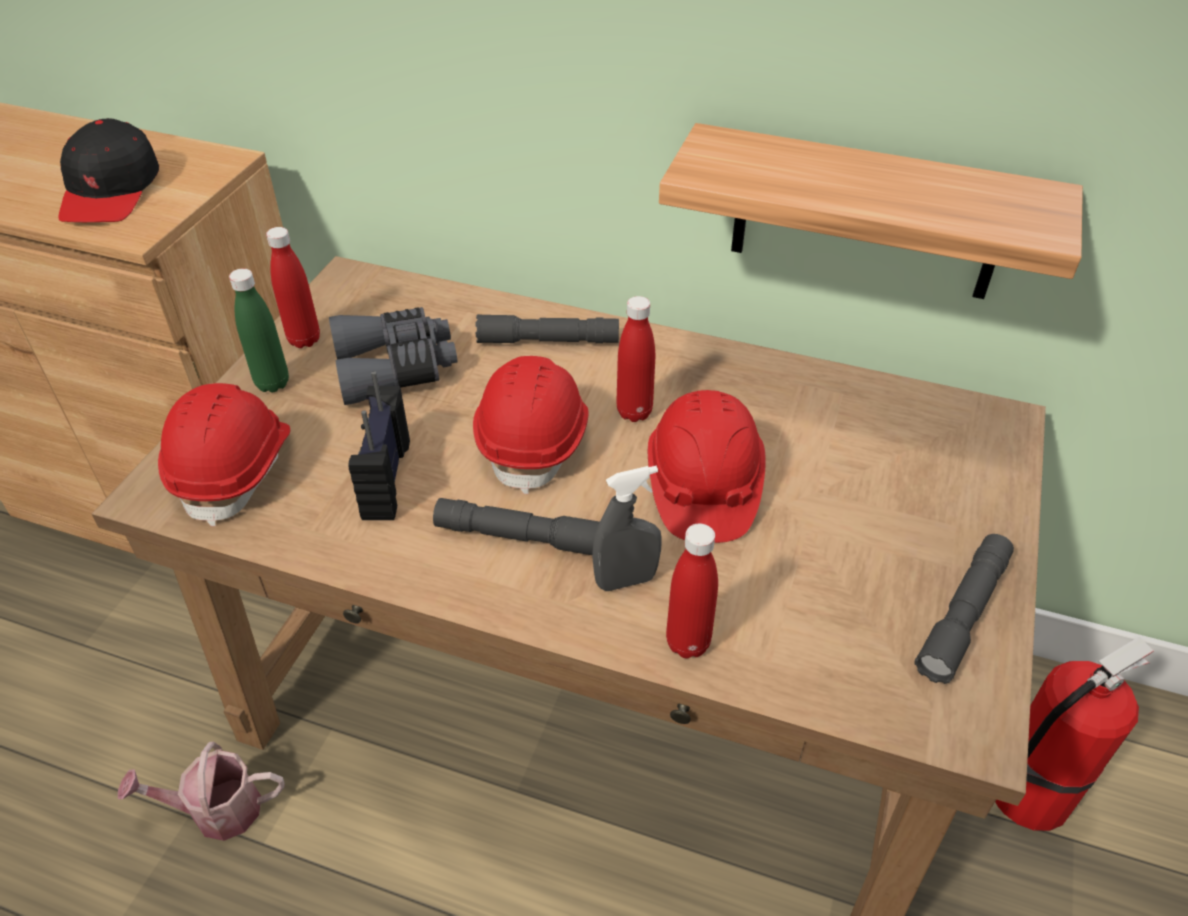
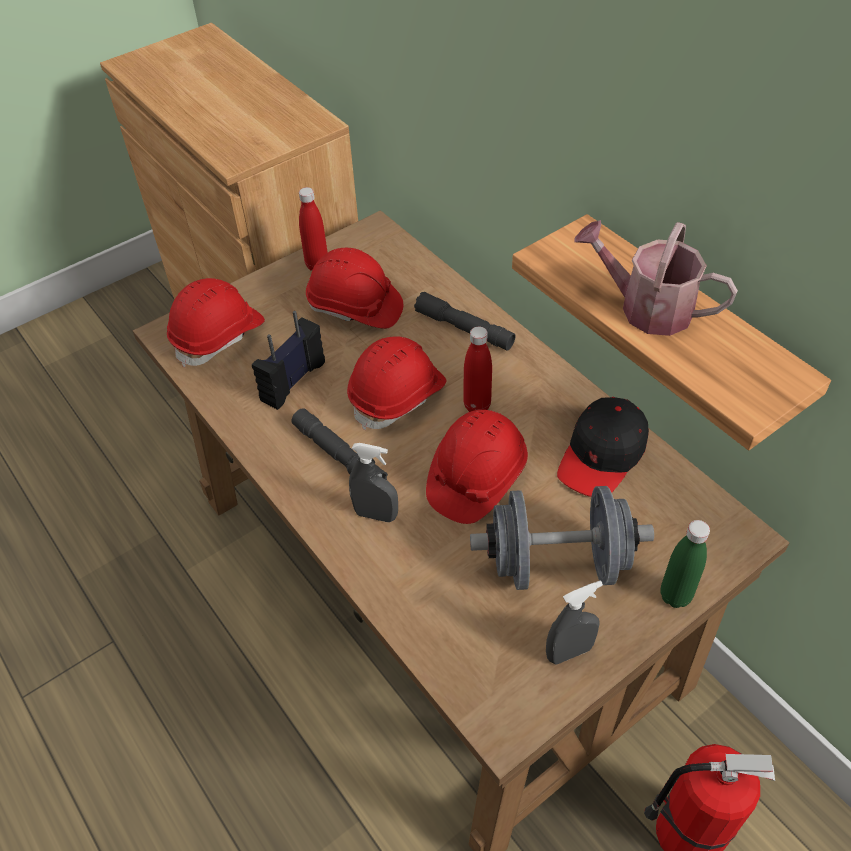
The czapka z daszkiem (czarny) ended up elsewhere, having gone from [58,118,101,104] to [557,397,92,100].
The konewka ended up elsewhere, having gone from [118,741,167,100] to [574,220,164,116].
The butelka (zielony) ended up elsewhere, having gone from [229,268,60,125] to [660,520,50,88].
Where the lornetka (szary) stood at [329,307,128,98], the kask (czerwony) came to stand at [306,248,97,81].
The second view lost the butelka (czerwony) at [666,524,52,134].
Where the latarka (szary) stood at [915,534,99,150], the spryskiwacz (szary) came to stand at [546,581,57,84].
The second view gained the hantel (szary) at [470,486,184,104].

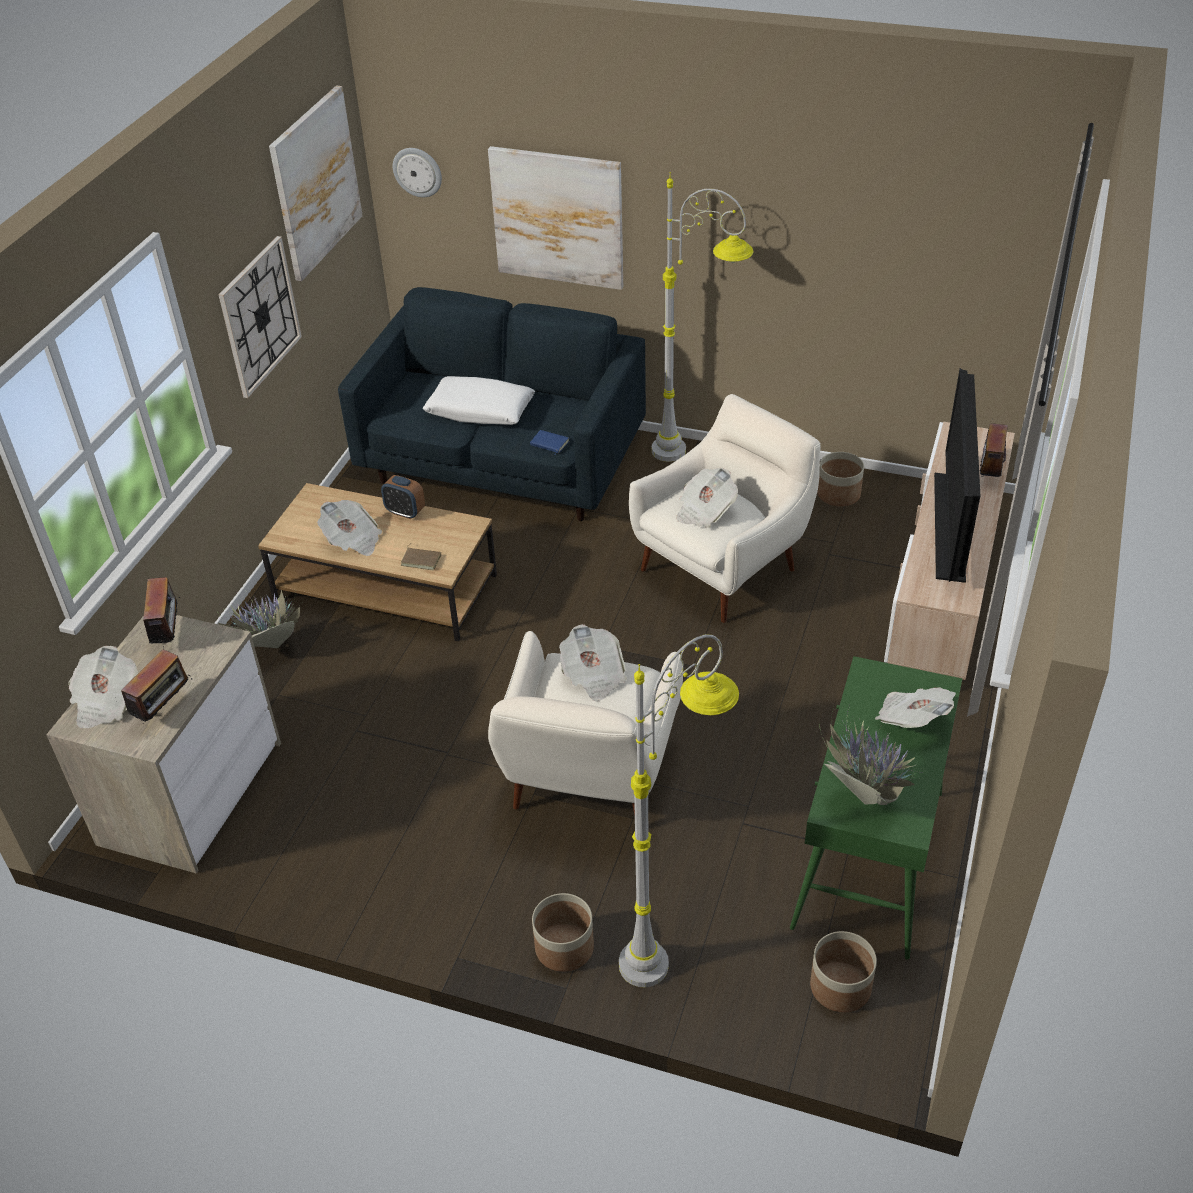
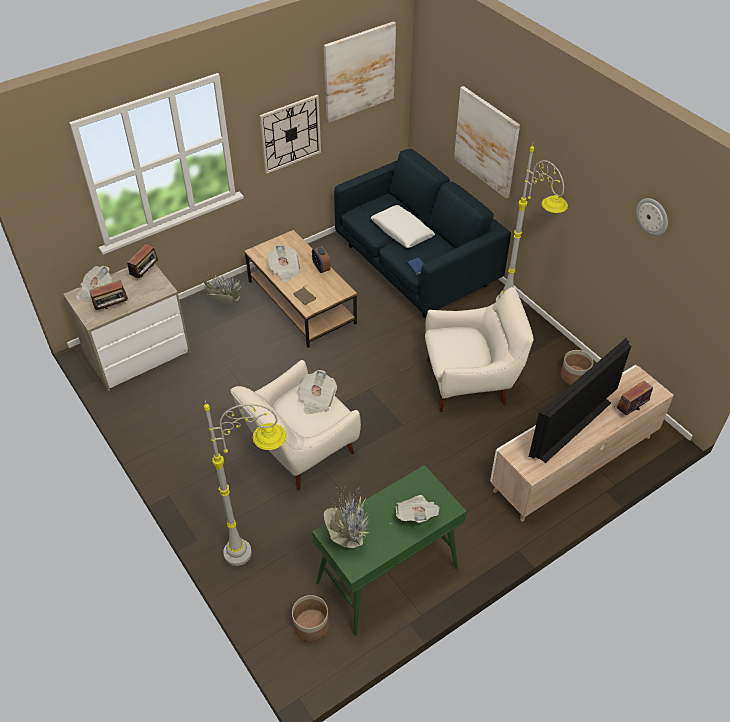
The zegar ścienny ended up elsewhere, having gone from [393,148,49,49] to [636,198,32,38].
The second view lost the donica at [532,893,62,79].
The second view lost the gazeta at [676,468,62,60].

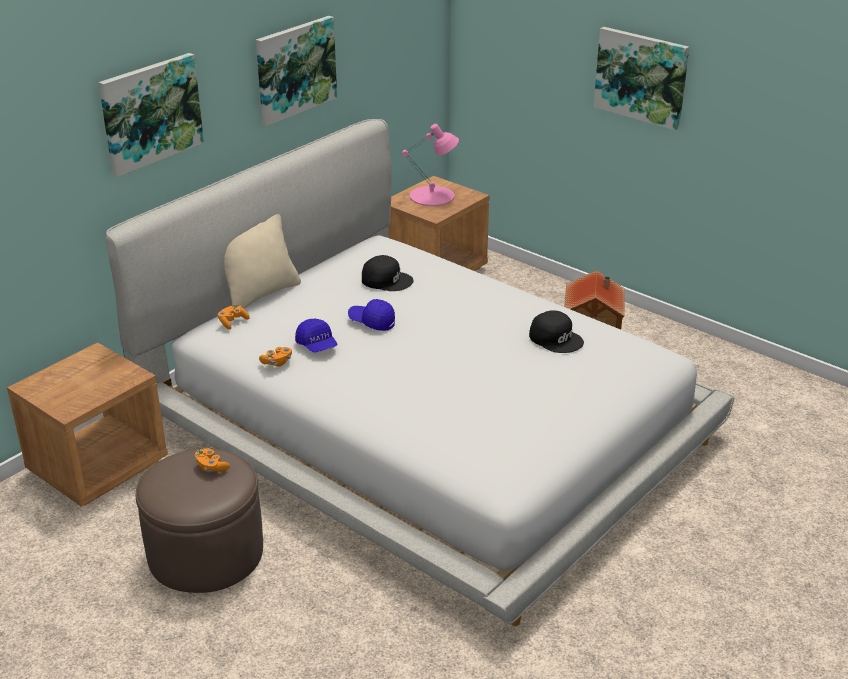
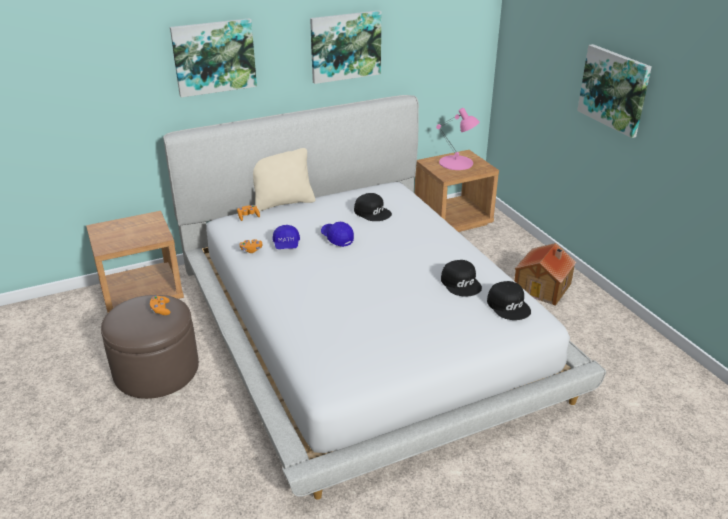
The second view gained the czapka z daszkiem (czarny) at [487,281,44,39].

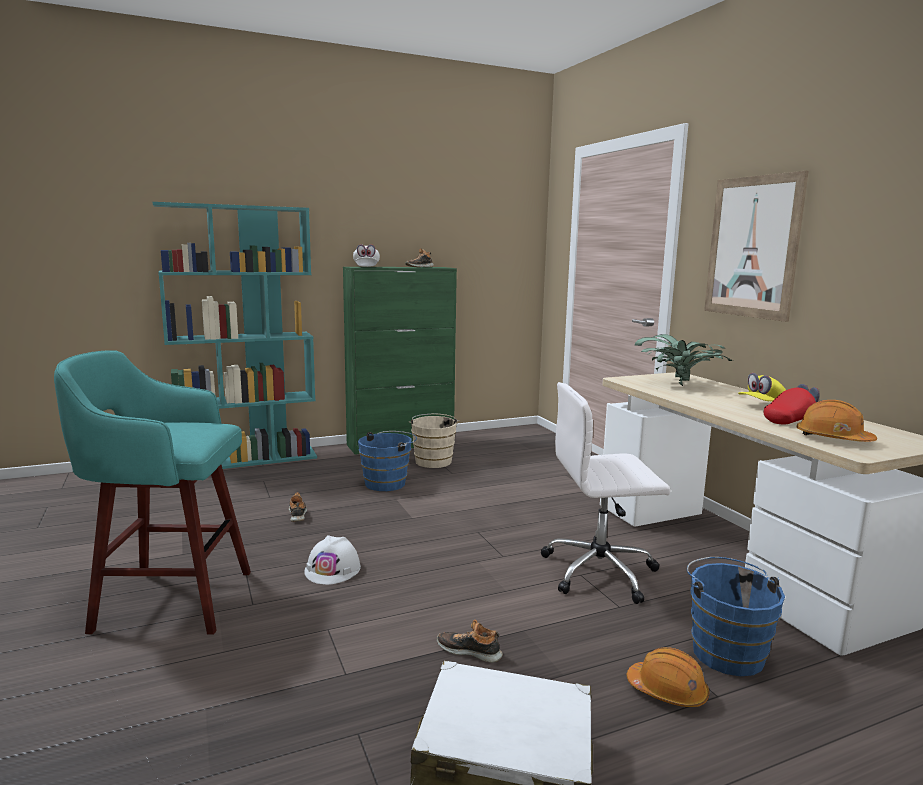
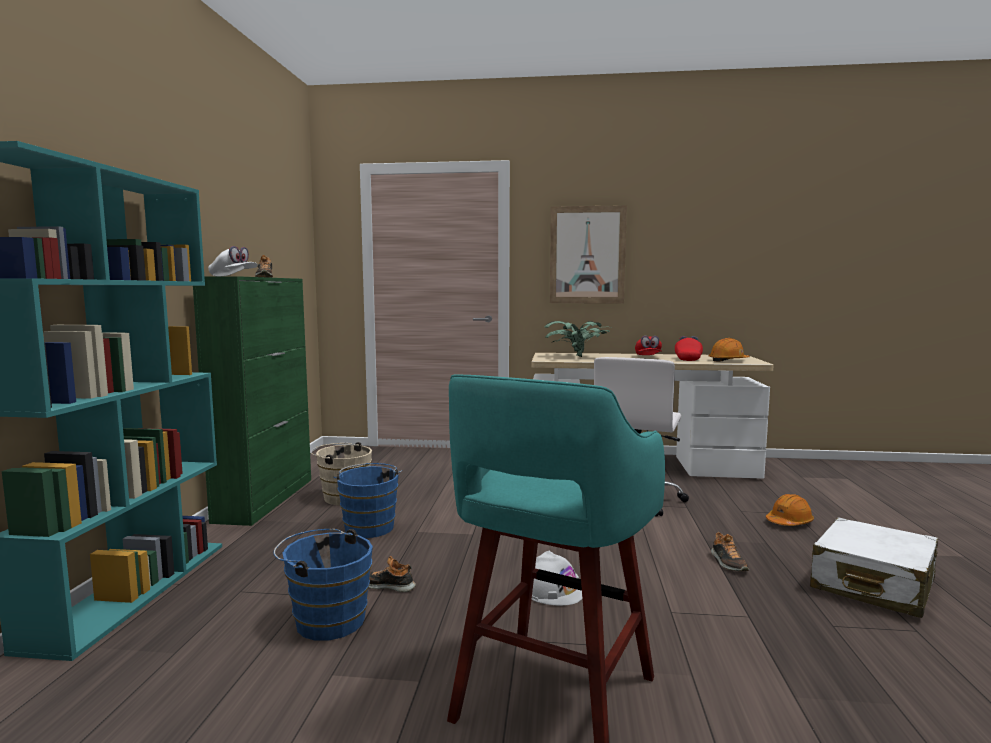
The but at [437,620,66,43] ended up facing another way, 60 degrees counterclockwise from before.
The wiadro (niebieski) ended up elsewhere, having gone from [687,557,98,119] to [273,529,100,112].
What was the czapka z daszkiem (żółty) at [738,373,48,29] turned into the czapka z daszkiem (czerwony) at [635,336,27,19].

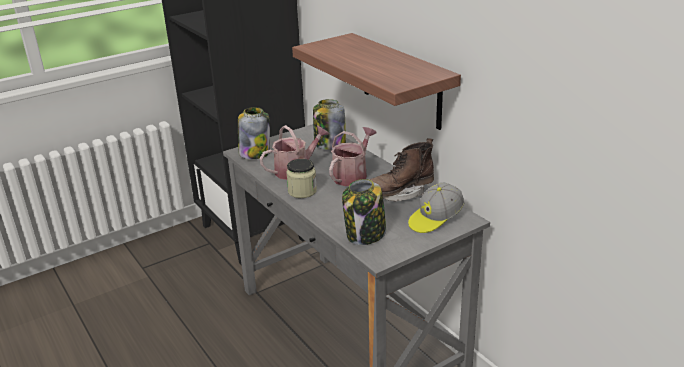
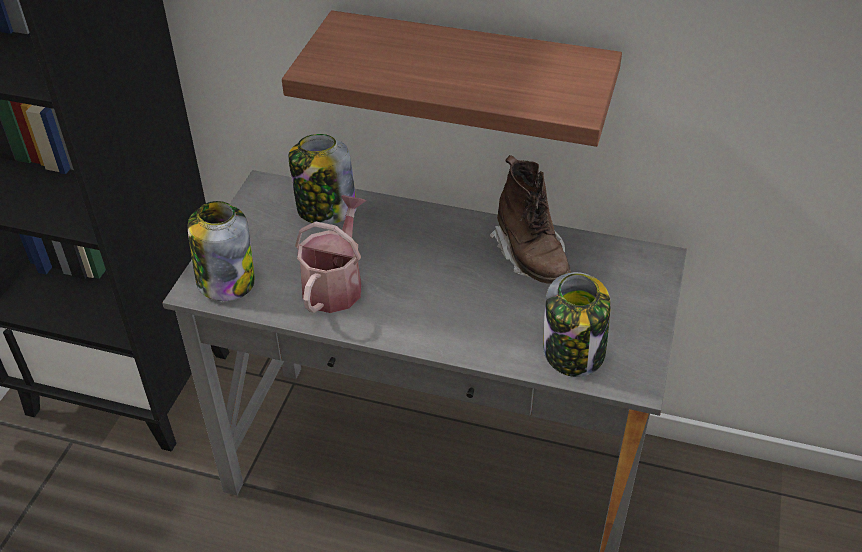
The second view lost the słoik at [286,159,31,39].
The second view lost the konewka at [329,127,47,59].
The but z cholewką (brązowy) at [370,138,64,63] ended up facing another way, 45 degrees counterclockwise from before.
The second view lost the czapka z daszkiem at [408,183,57,50].

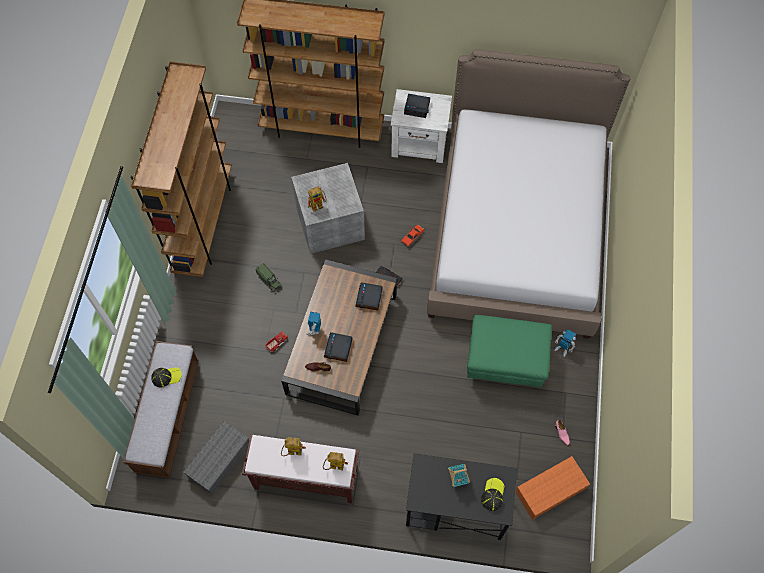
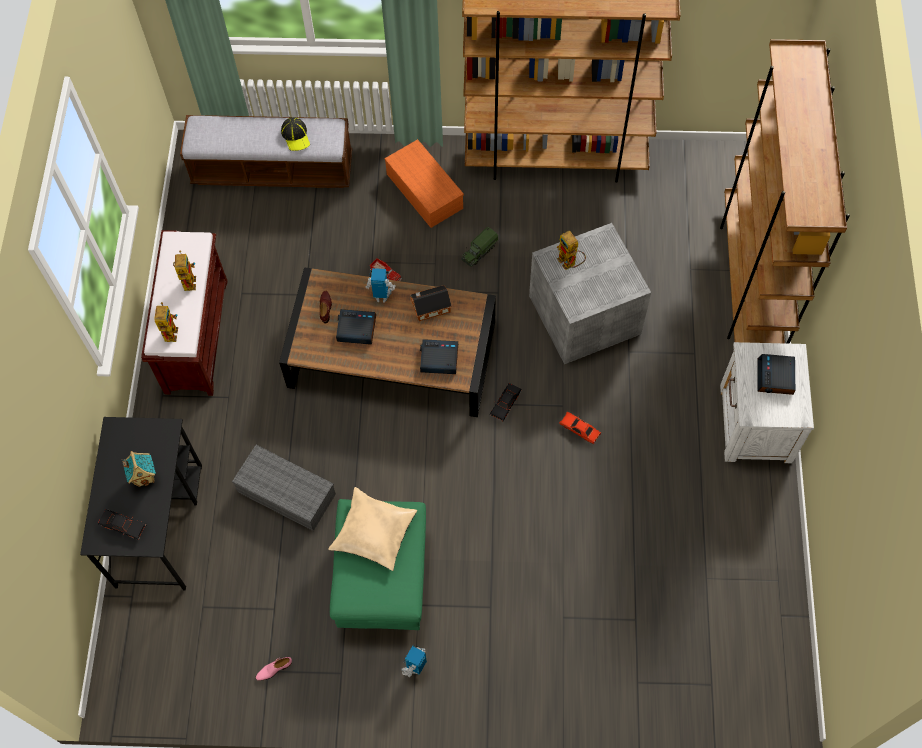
The pojemnik do przechowywania (szary) ended up elsewhere, having gone from [183,421,66,73] to [232,445,104,86].
The second view lost the łóżko at [427,49,204,290].
Where the czapka z daszkiem stood at [481,478,23,33], the samochodzik (czarny) came to stand at [98,509,49,31].
The pojemnik do przechowywania (pomarańczowy) ended up elsewhere, having gone from [515,456,75,64] to [384,139,80,89].
The second view gained the poduszka (beżowy) at [328,487,89,84].
The second view gained the domek at [410,285,42,36].

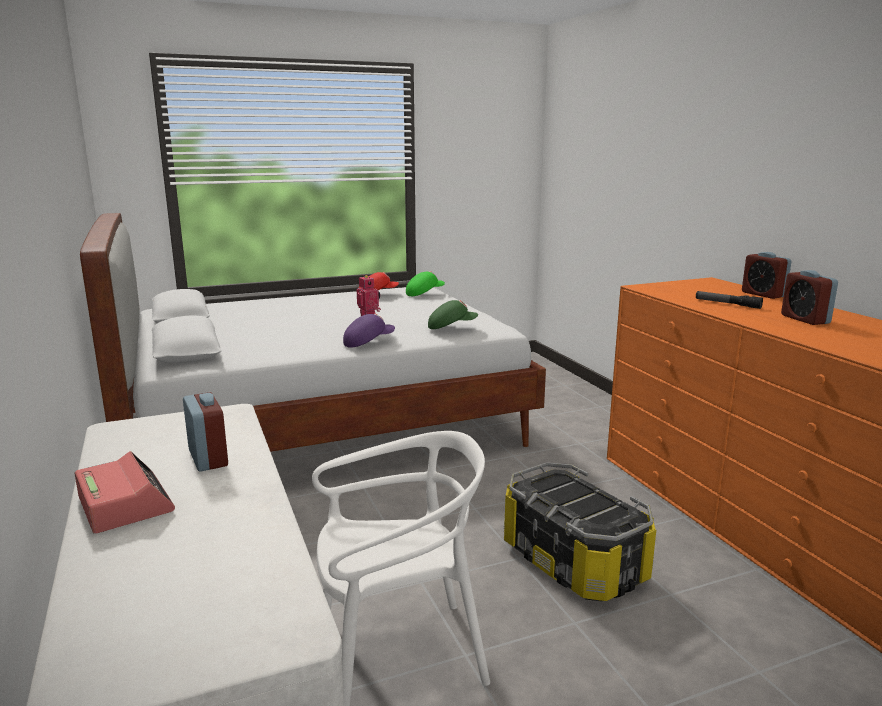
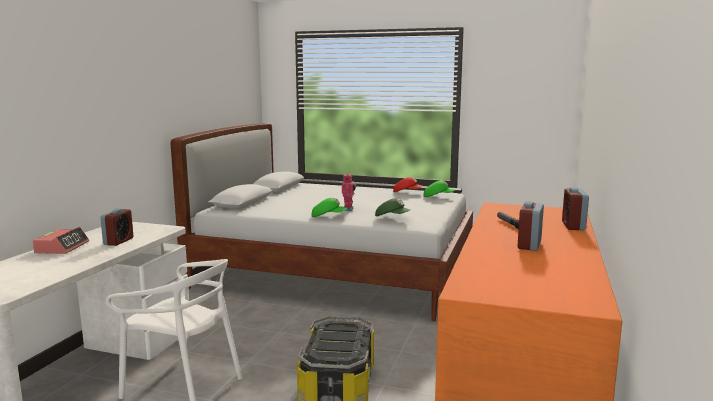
What was the czapka z daszkiem (fioletowy) at [343,314,52,34] turned into the czapka z daszkiem (zielony) at [312,198,35,19].

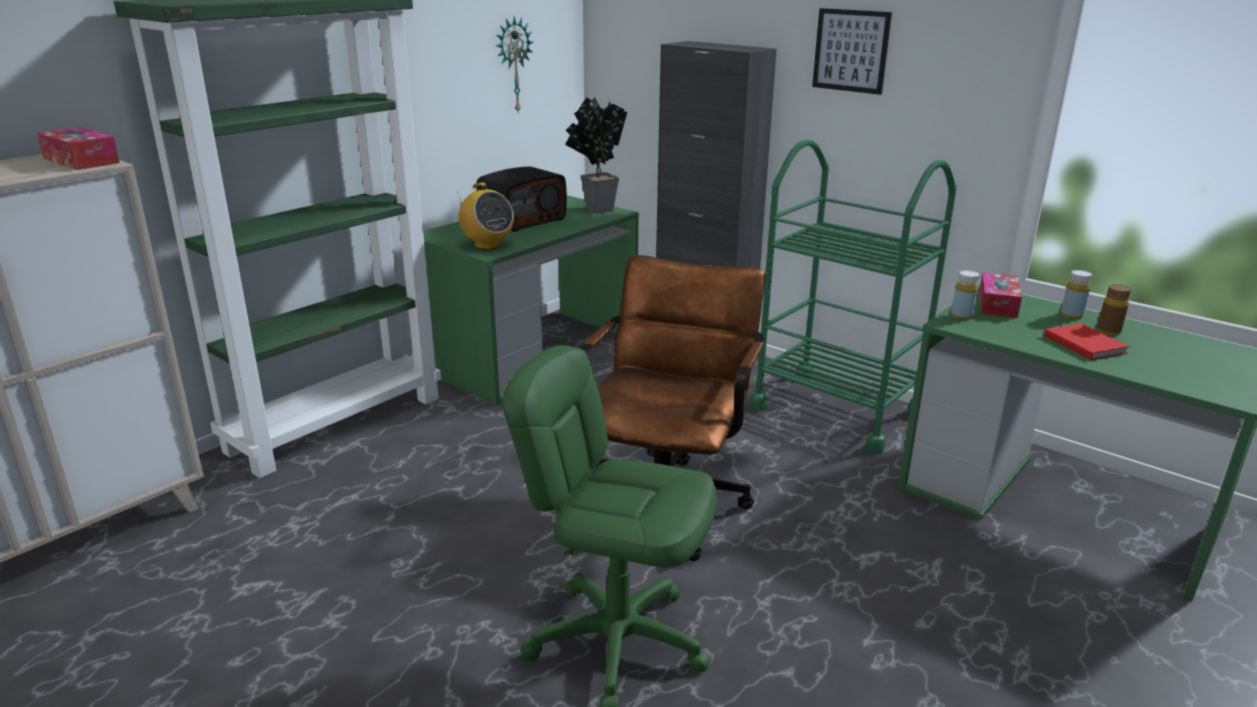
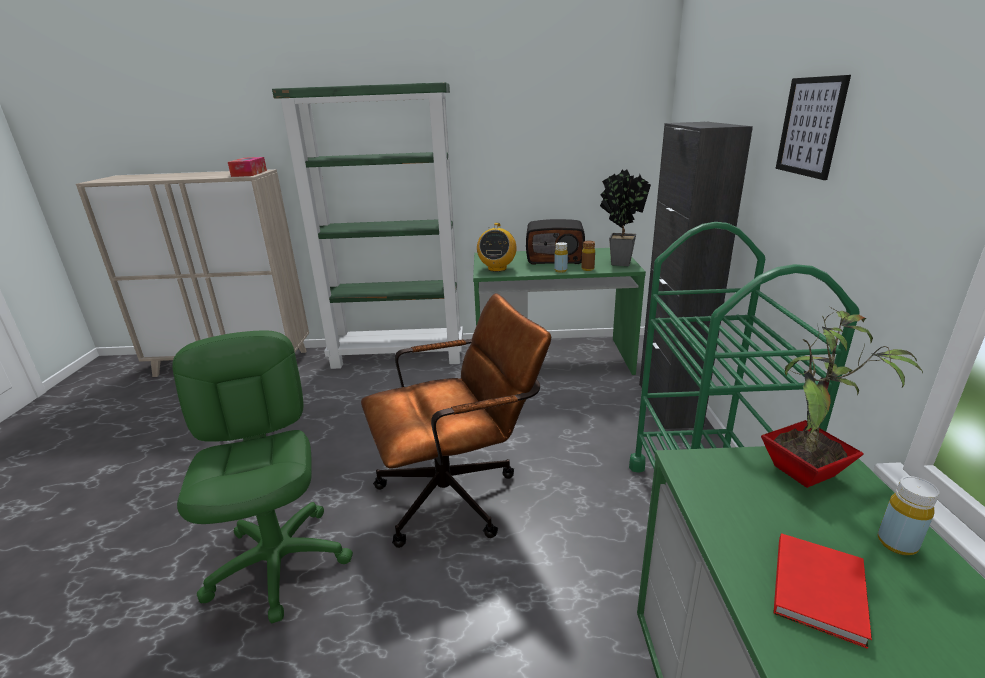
The second view lost the zegar ścienny at [496,16,38,96].
The butelka (żółty) ended up elsewhere, having gone from [951,270,28,50] to [554,242,14,31].
Where the pudełko chusteczek stood at [979,272,43,46], the roślina doniczkowa came to stand at [761,307,162,181].
The butelka (brązowy) ended up elsewhere, having gone from [1097,284,34,52] to [581,241,14,30].

